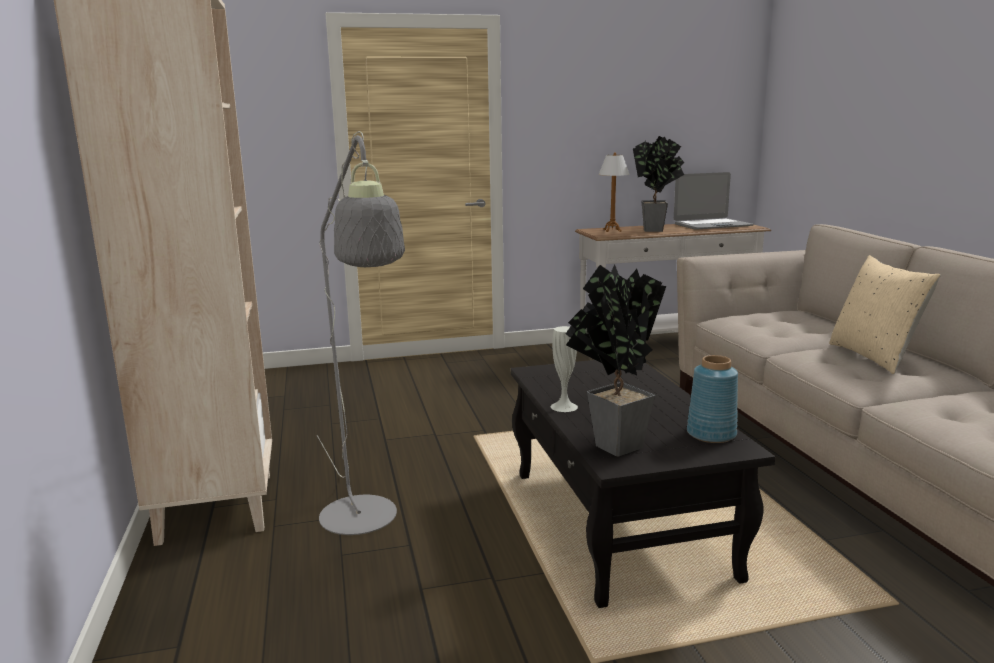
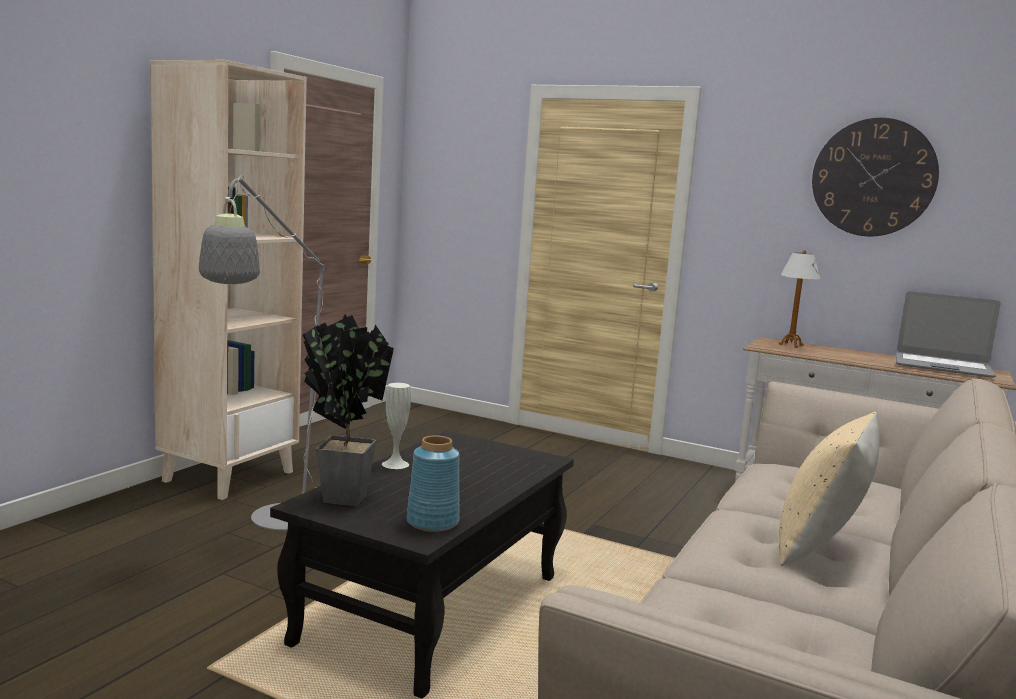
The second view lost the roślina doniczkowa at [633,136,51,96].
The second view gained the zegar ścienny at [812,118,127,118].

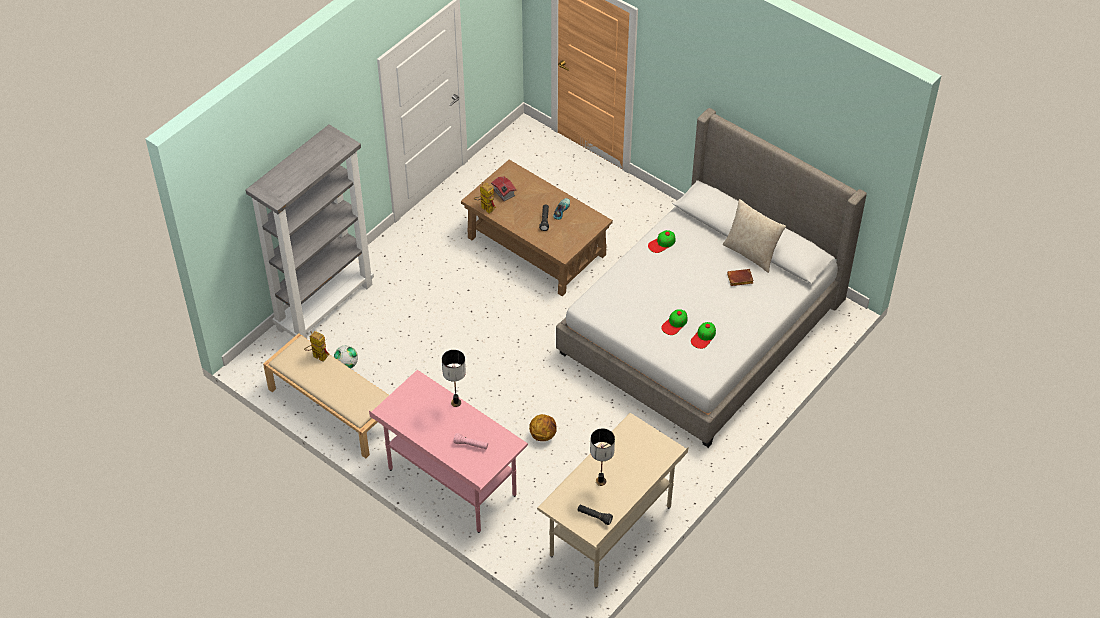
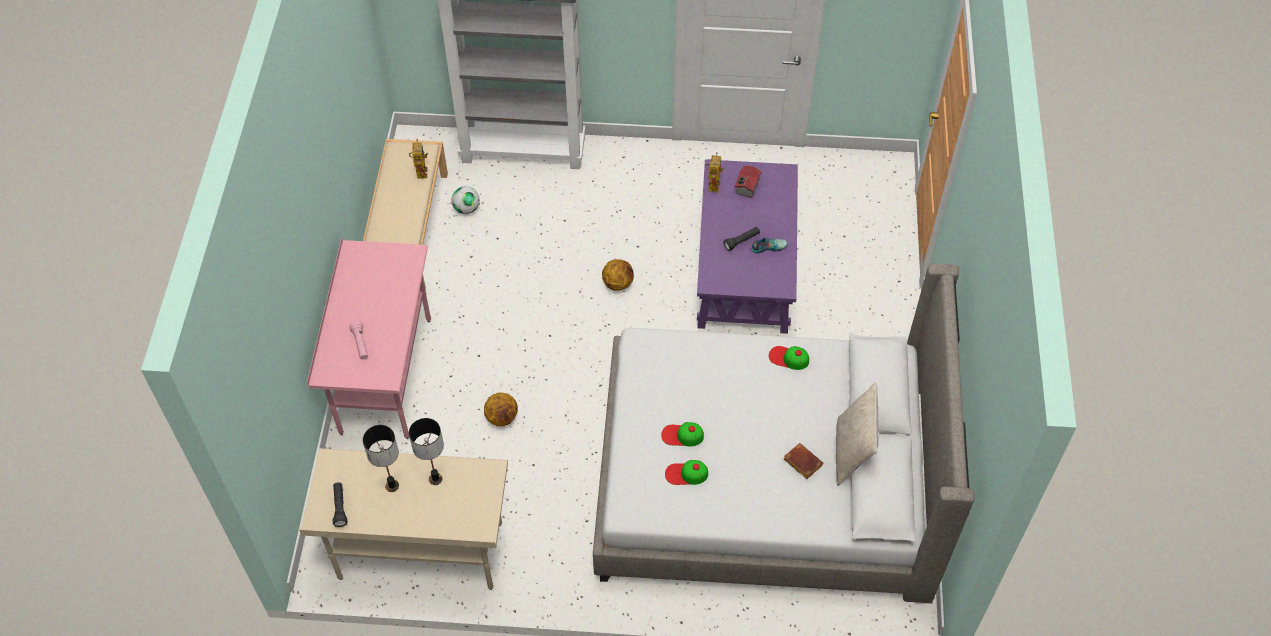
The lampa stołowa ended up elsewhere, having gone from [442,350,24,57] to [409,418,35,67].
What was the ława (brązowy) at [461,160,152,136] turned into the ława (fioletowy) at [697,159,101,175].
The second view gained the piłka do koszykówki at [602,259,32,32].

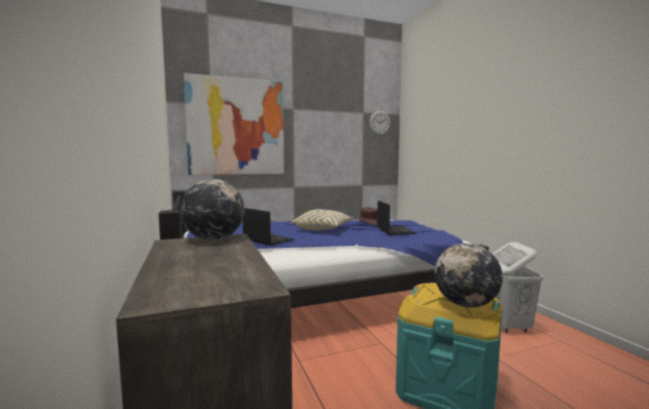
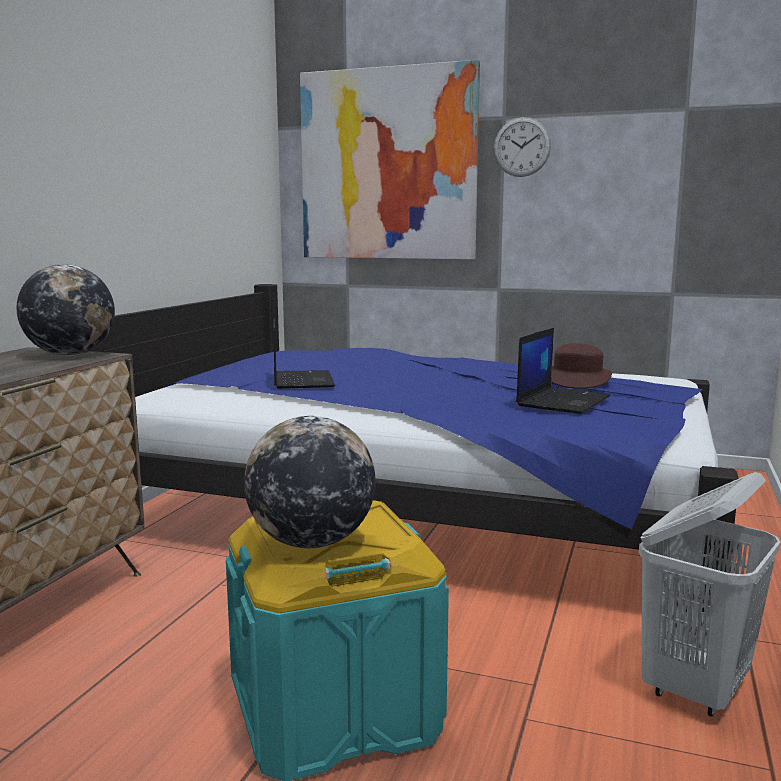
The second view lost the poduszka (beżowy) at [291,209,62,21].
The zegar ścienny ended up elsewhere, having gone from [369,111,21,24] to [494,117,57,60].

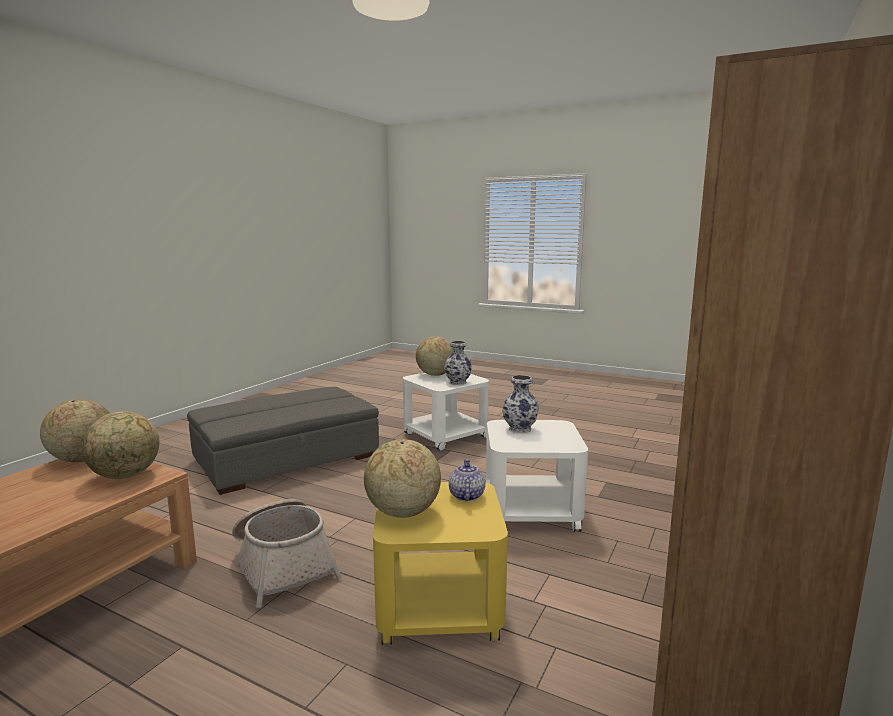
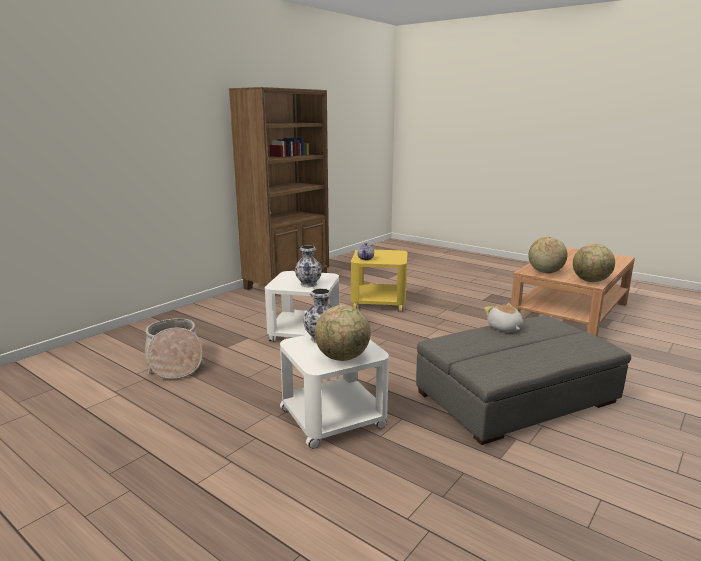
The koszyk ended up elsewhere, having gone from [232,499,110,109] to [145,318,59,62].
The second view lost the globus at [364,439,77,79].
The second view gained the pluszak at [484,303,39,29].

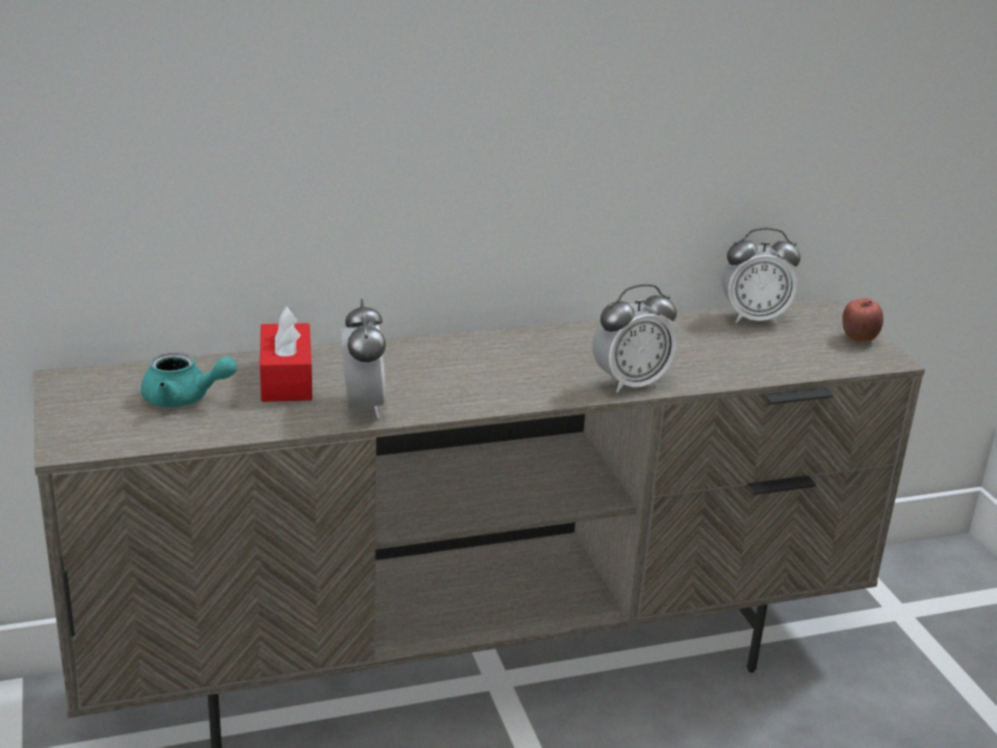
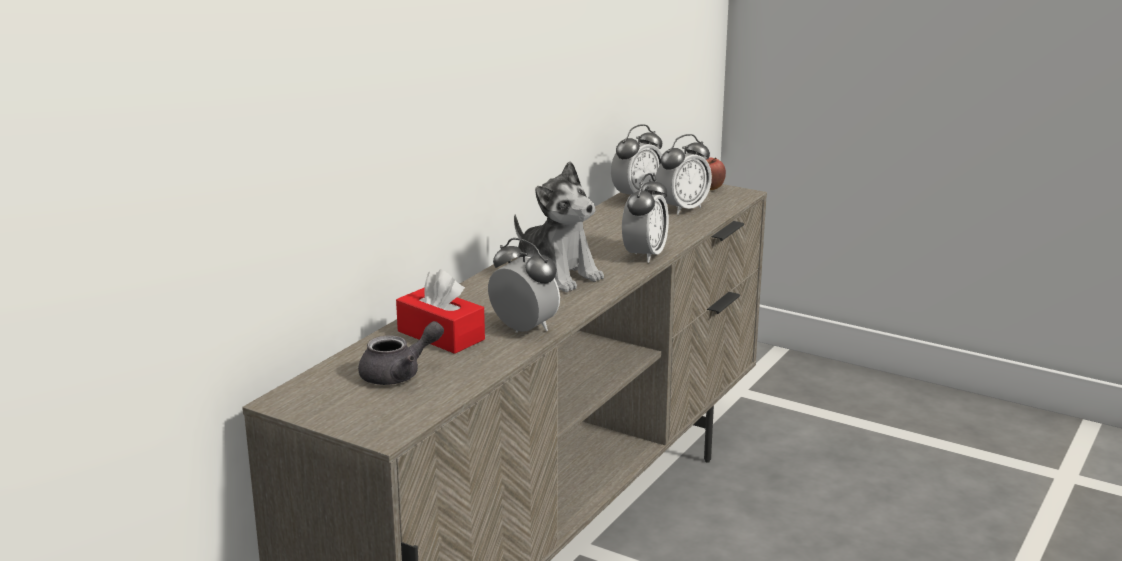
What was the imbryk (turkusowy) at [141,352,96,55] turned into the imbryk (szary) at [358,321,86,64].
The second view gained the pluszak at [514,161,90,131].
The second view gained the budzik at [656,134,56,81].

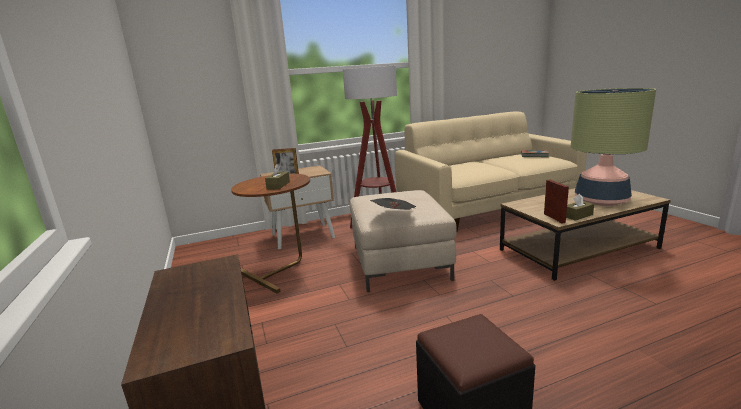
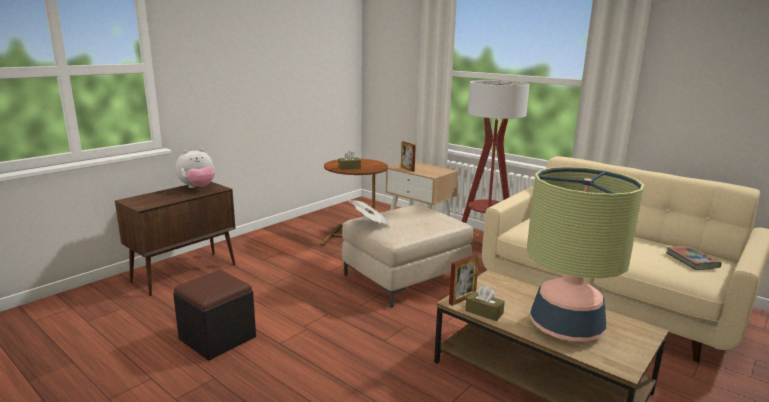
The second view gained the pluszak at [176,148,39,40].

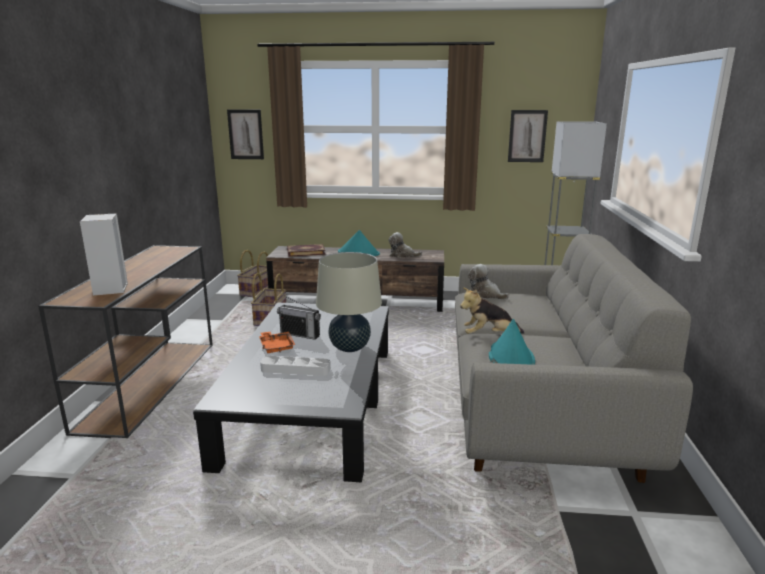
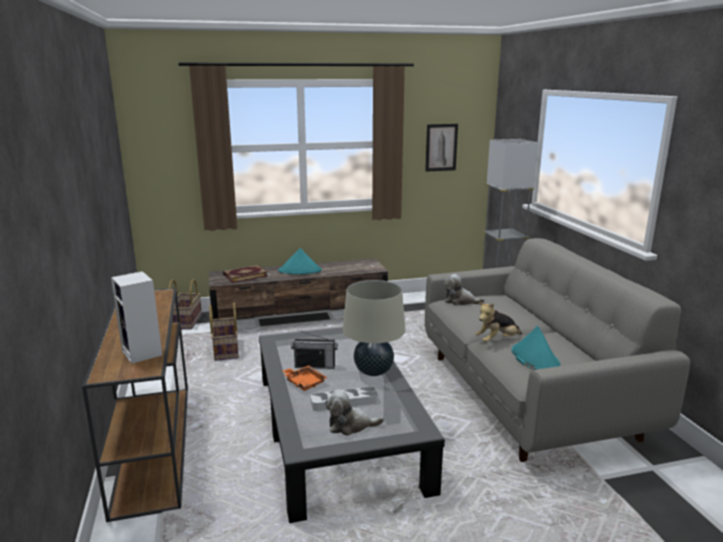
The second view lost the obraz at [227,110,37,49].
The pluszak ended up elsewhere, having gone from [388,232,34,26] to [325,390,59,46].

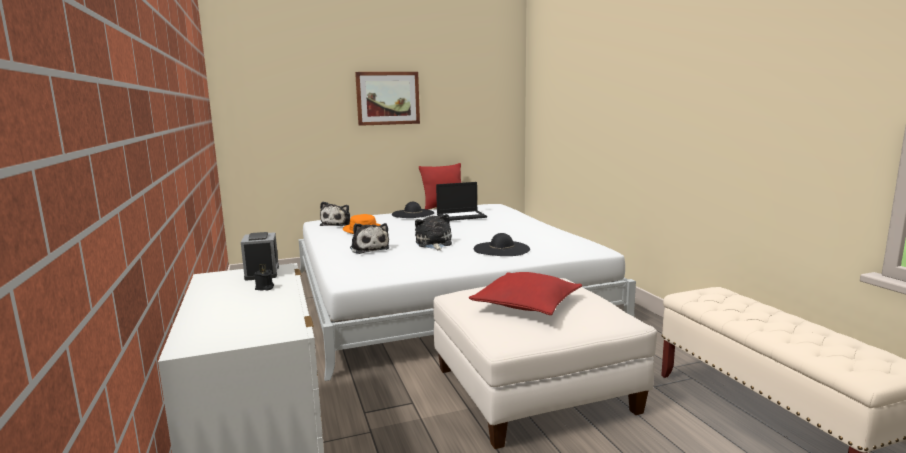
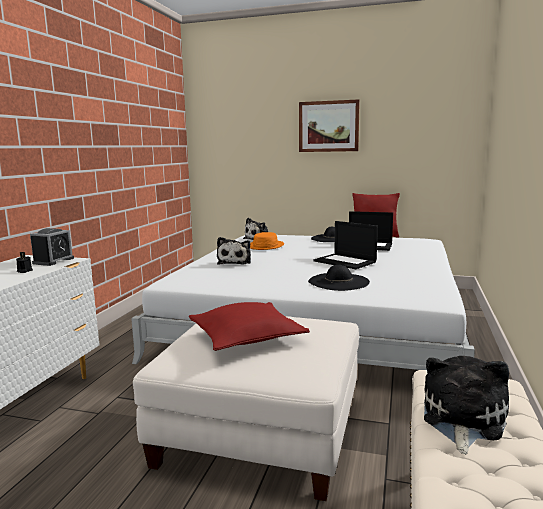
The pluszak ended up elsewhere, having gone from [415,214,37,37] to [424,356,85,98].
The second view gained the laptop at [314,221,64,48].

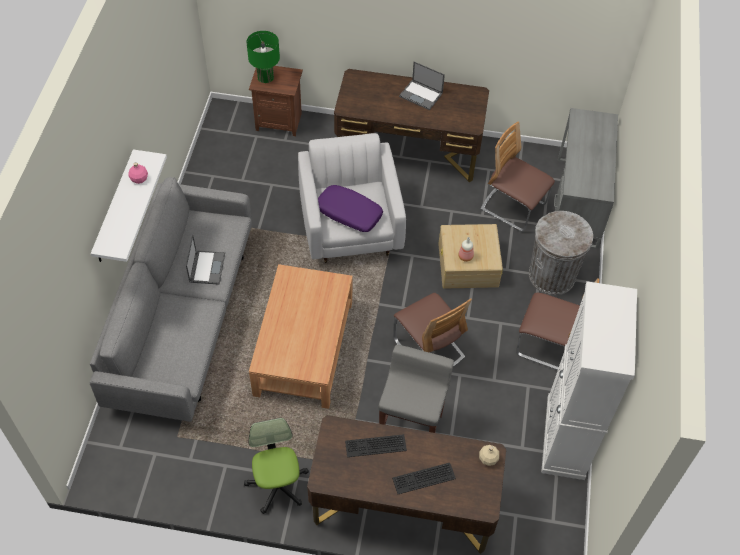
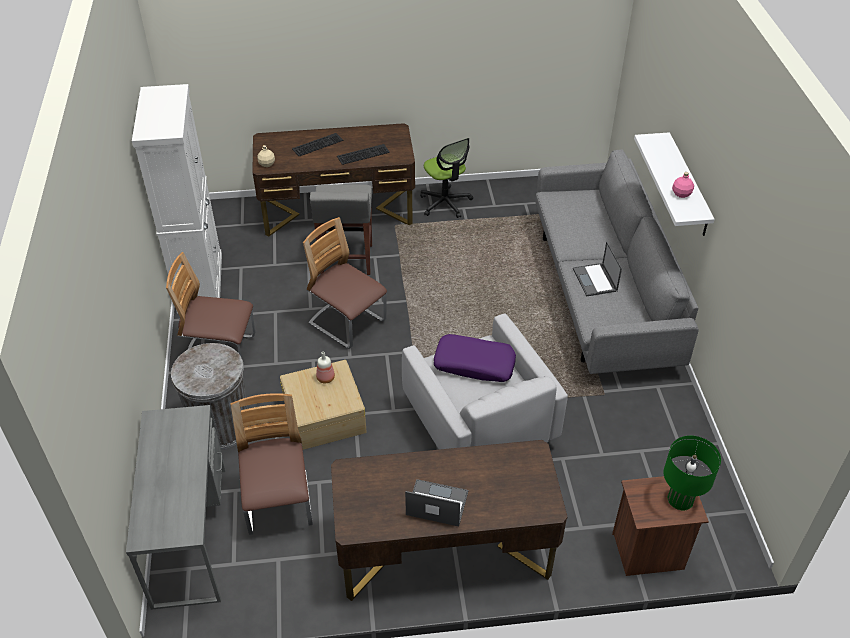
The second view lost the ława (brązowy) at [249,264,104,145].
The krzesło at [481,122,74,109] ended up facing another way, 120 degrees counterclockwise from before.

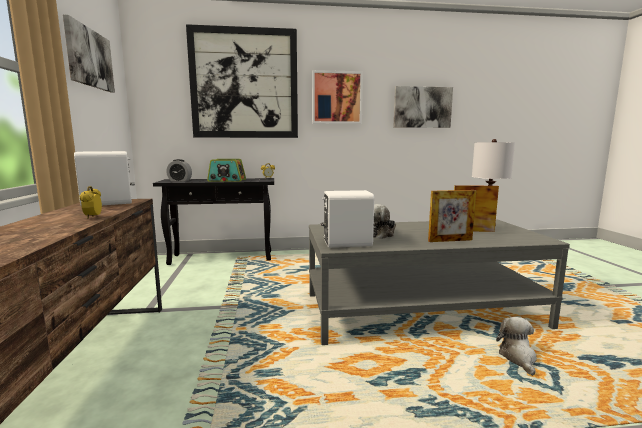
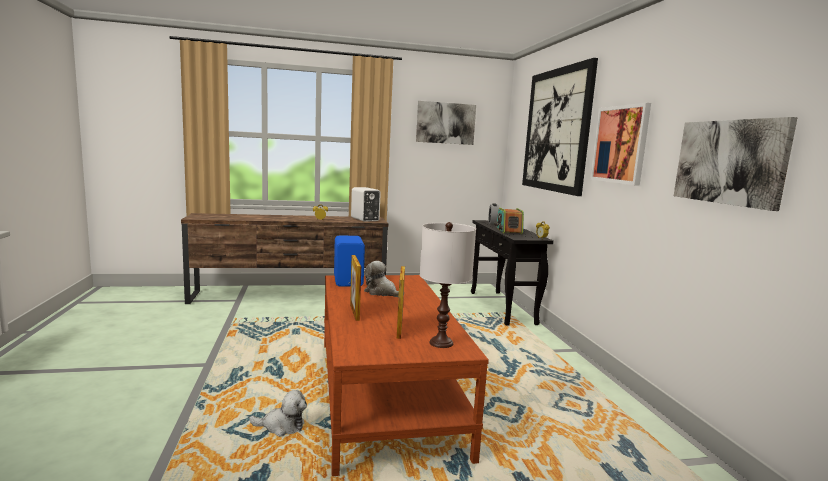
What was the ława (szary) at [309,219,261,126] turned into the ława (brązowy) at [324,275,165,201].
What was the głośnik (biały) at [321,190,53,58] turned into the głośnik (niebieski) at [334,236,31,50].

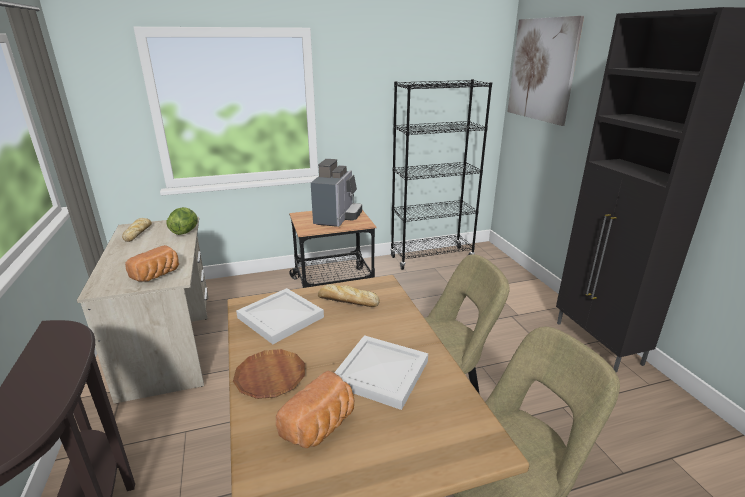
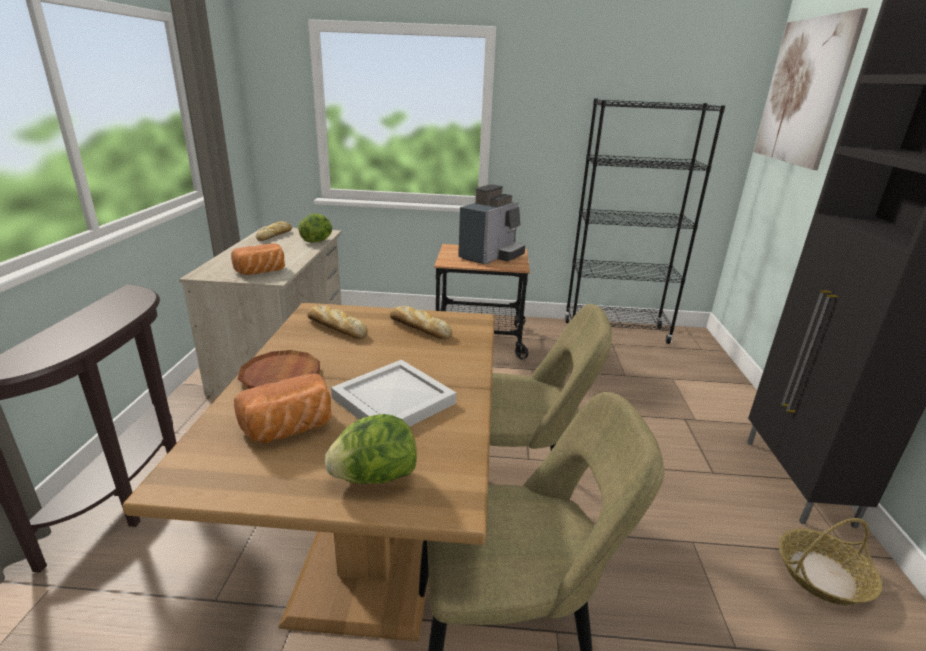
Where the taca (biały) stood at [236,288,88,56], the chleb came to stand at [307,305,61,34].
The second view gained the sałata at [325,414,92,70].
The second view gained the koszyk at [779,518,103,87].

